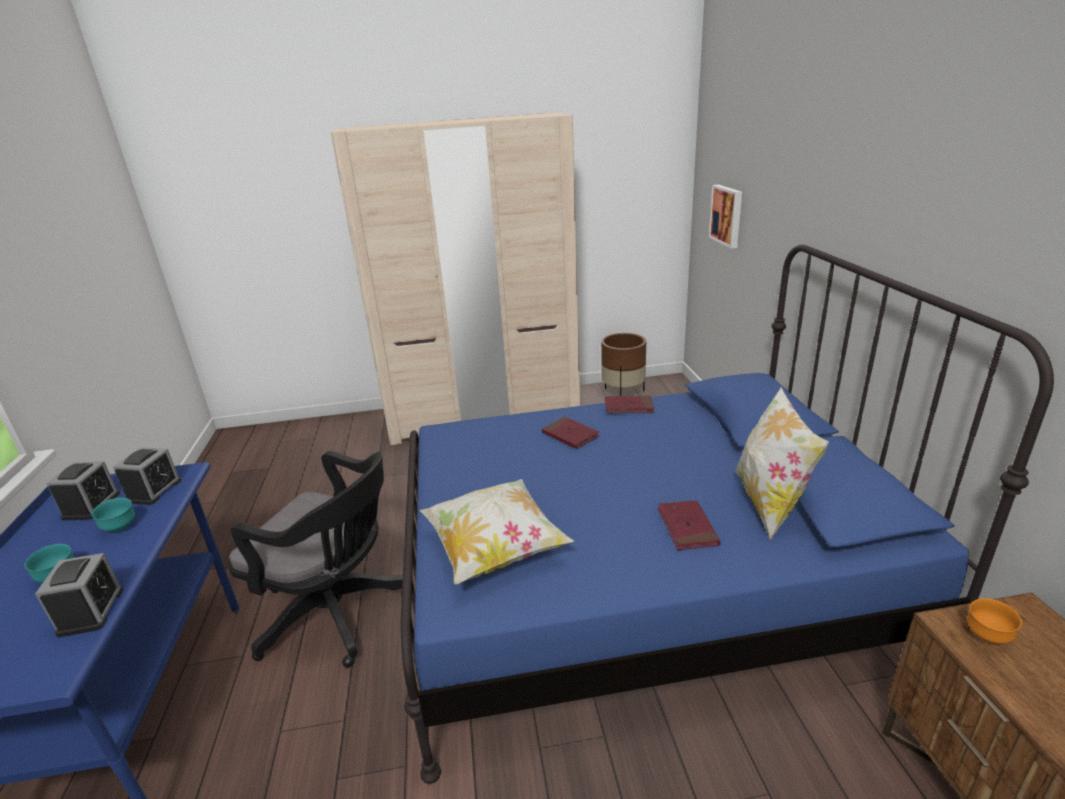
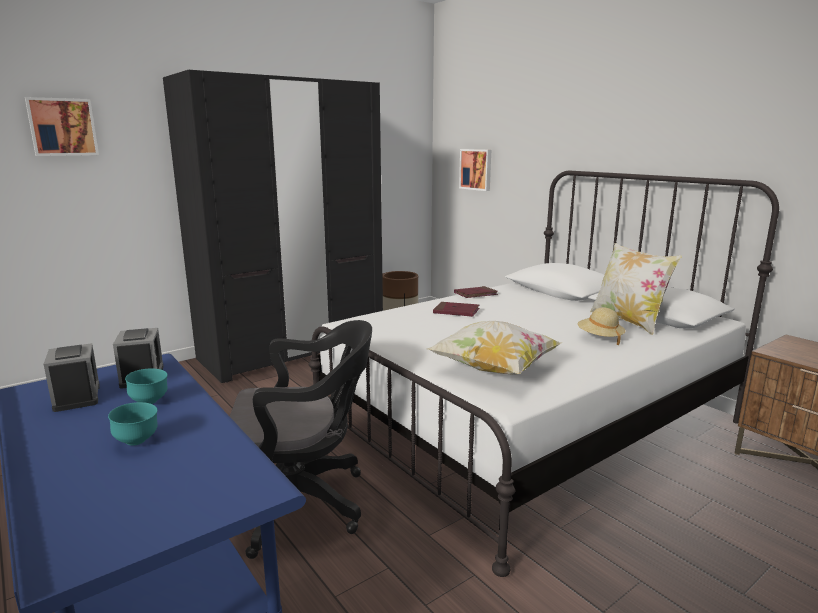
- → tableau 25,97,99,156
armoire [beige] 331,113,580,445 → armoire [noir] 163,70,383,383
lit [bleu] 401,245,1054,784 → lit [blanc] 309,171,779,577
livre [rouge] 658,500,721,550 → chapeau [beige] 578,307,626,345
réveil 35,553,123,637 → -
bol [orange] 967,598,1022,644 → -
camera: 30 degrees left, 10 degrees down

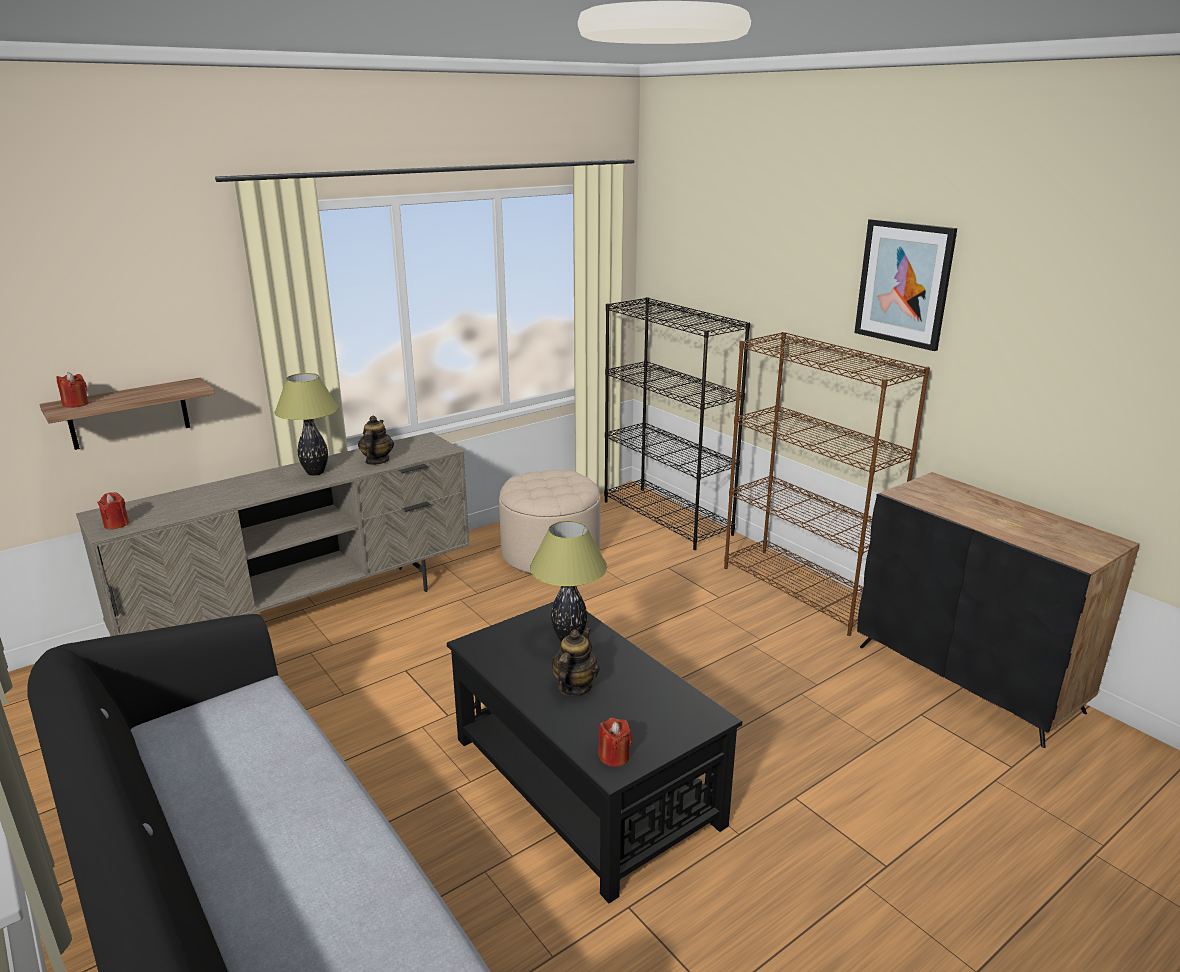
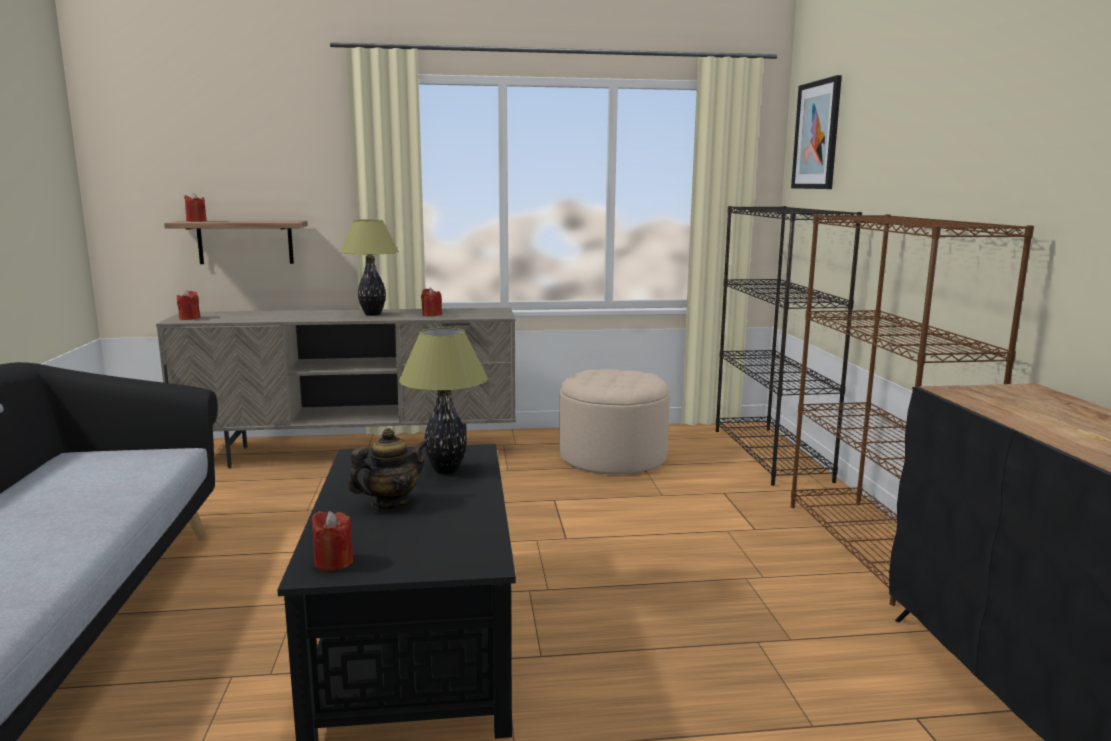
théière 358,416,394,465 → bougie [rouge] 421,288,442,317
tableau 854,219,957,351 → tableau 791,75,842,189, relocated
camera: 30 degrees right, 10 degrees down

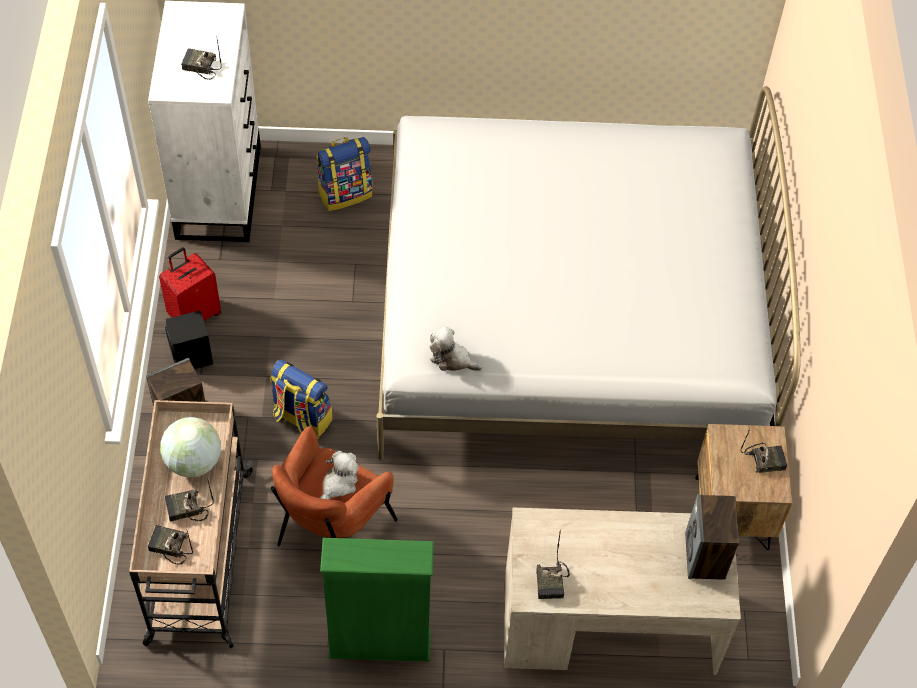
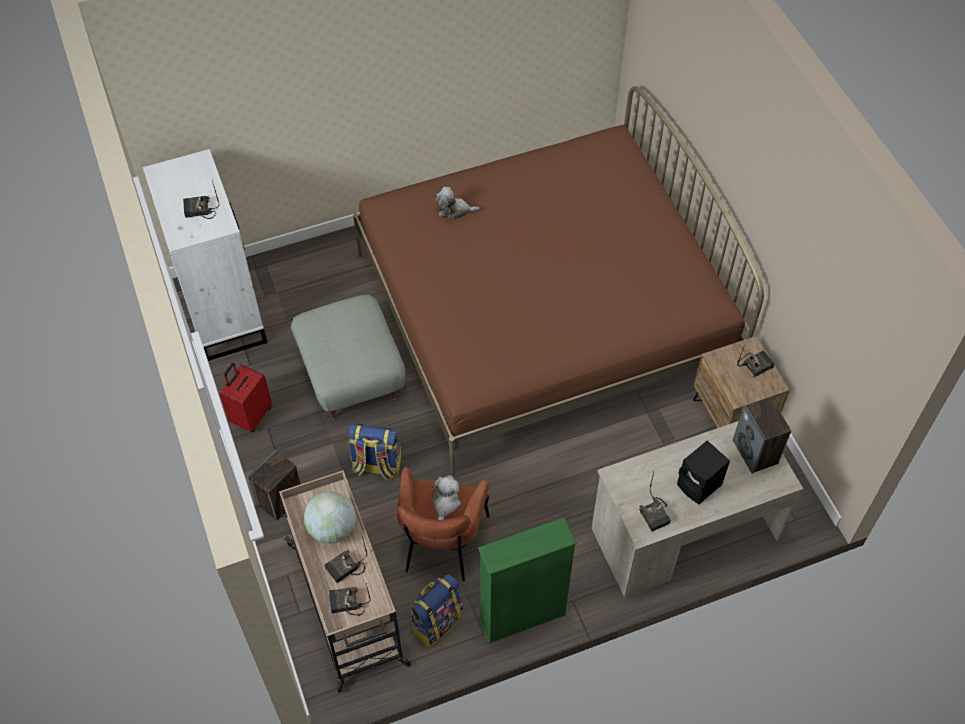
- → pouf [gris] 291,295,405,421
lit [blanc] 377,86,801,461 → lit [marron] 353,86,764,475
sac à dos 317,137,373,211 → sac à dos 410,575,463,648, relocated
peluche 430,327,483,371 → peluche 436,187,480,220, relocated
enceinte [noir] 165,310,213,369 → enceinte [noir] 677,440,730,504, relocated
camera: 20 degrees left, 0 degrees up

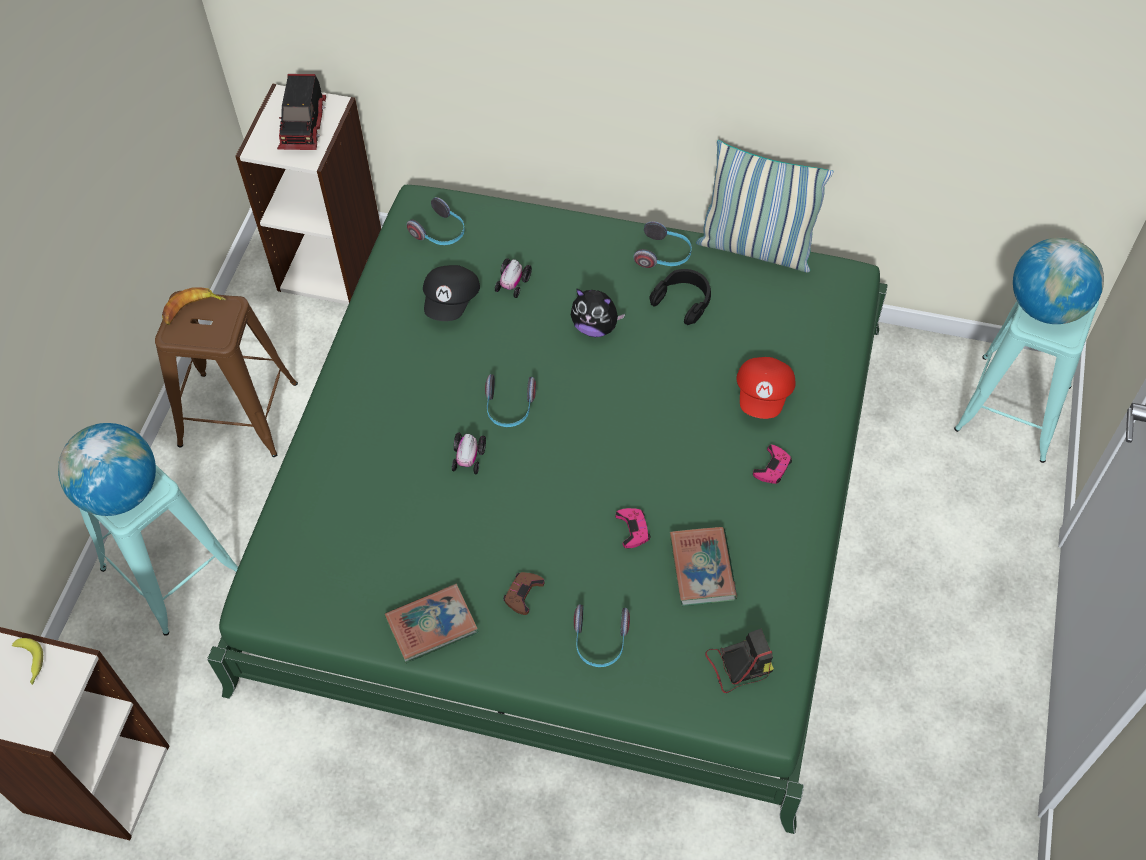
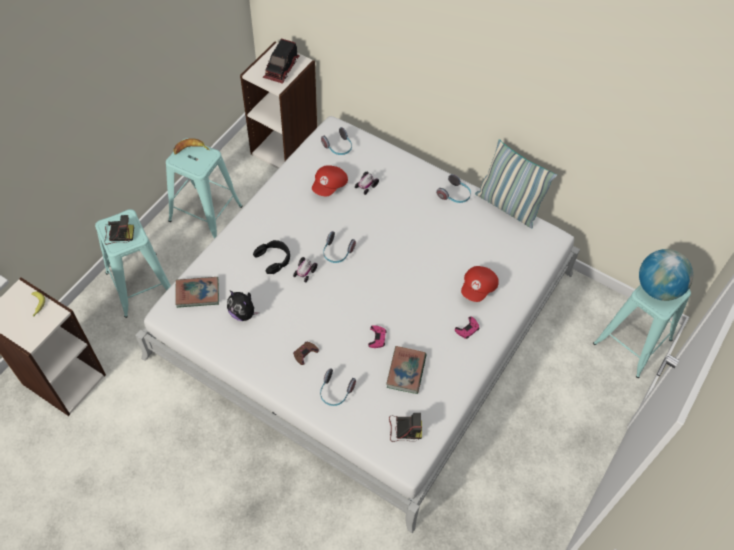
globe 58,423,156,516 → appareil photo 104,215,134,245
lit [vert] 207,185,888,834 → lit [blanc] 135,116,580,533
tabouret [marron] 155,291,298,457 → tabouret [turquoise] 166,138,243,239
livre 384,584,478,664 → livre 175,277,219,308, relocated
peluche 571,289,625,337 → peluche 227,290,259,321, relocated
casque audio [noir] 649,269,711,325 → casque audio [noir] 253,240,290,274, relocated
casquette [noir] 423,265,480,321 → casquette [rouge] 312,165,348,196
camera: 15 degrees right, 0 degrees up

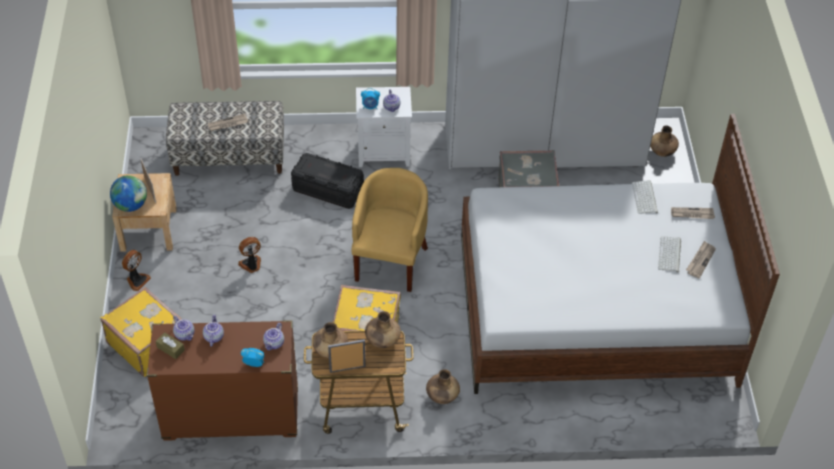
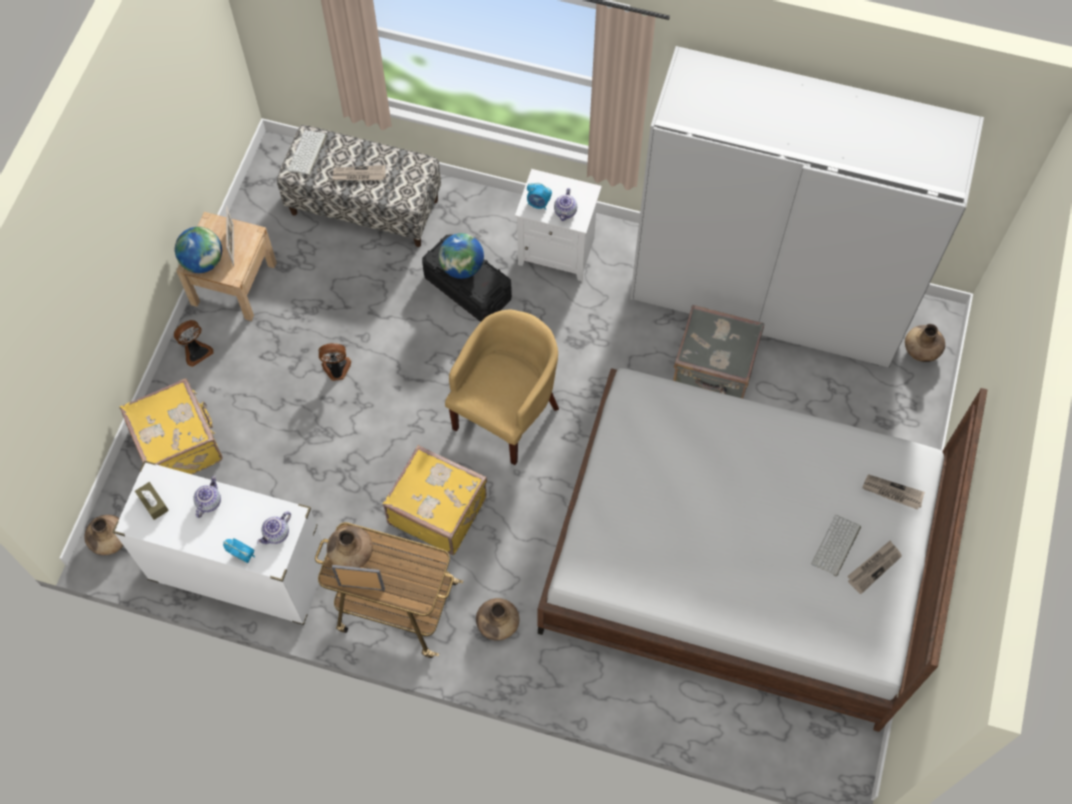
vase [marron] 365,311,401,348 → vase [marron] 84,515,123,555, relocated
commode [marron] 146,320,298,441 → commode [blanc] 113,461,327,625
clavier 632,180,658,214 → clavier 288,130,327,176, relocated
- → globe 439,233,484,279
théière 173,316,194,341 → -
camera: 20 degrees right, 15 degrees up

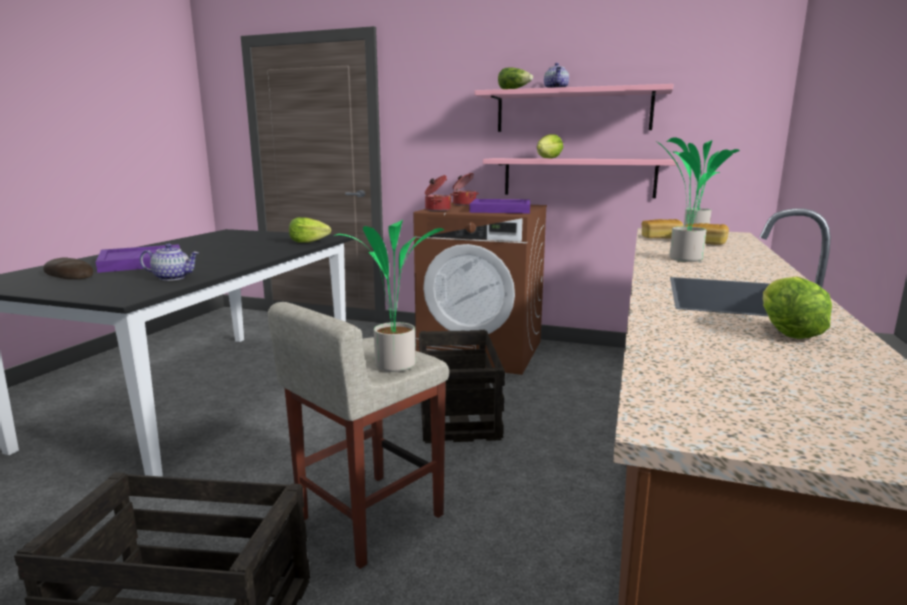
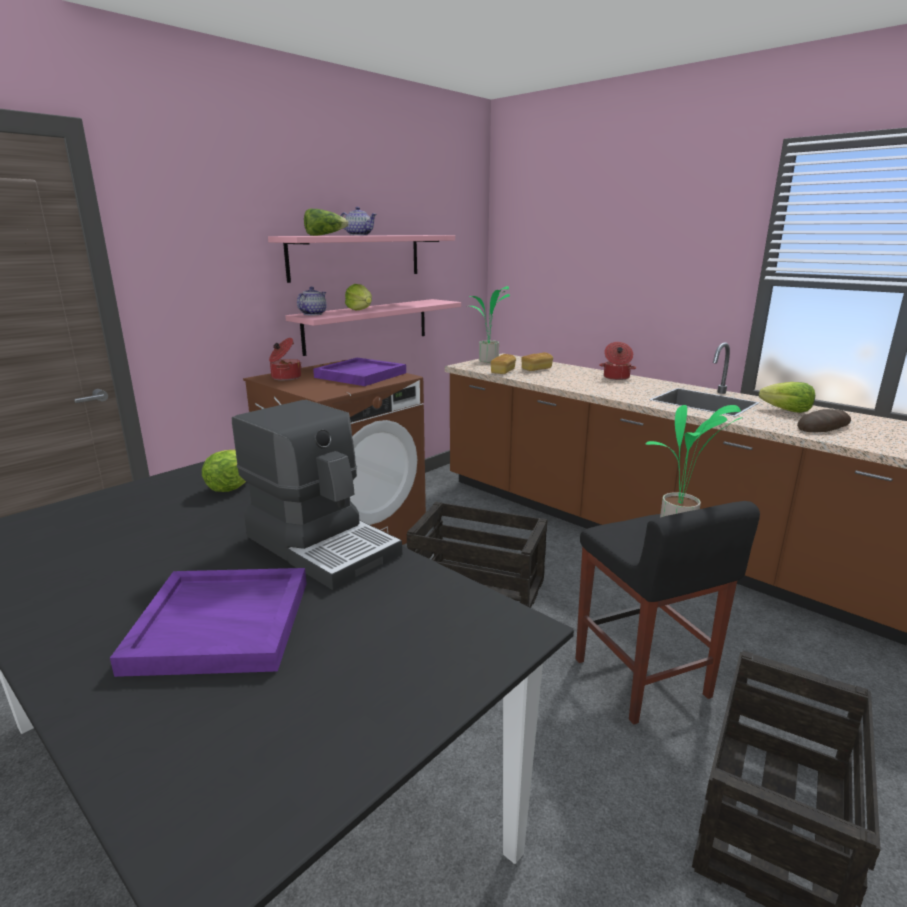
- → machine à café 232,400,402,590
théière 140,244,199,281 → théière 297,287,327,315, relocated
tabouret [beige] 268,302,449,569 → tabouret [noir] 576,501,760,725
marmite 425,175,452,211 → marmite 599,342,636,380, relocated
pain 43,258,93,279 → pain 797,409,851,432, relocated
plante en pot 657,137,733,262 → -
camera: 65 degrees left, 5 degrees up

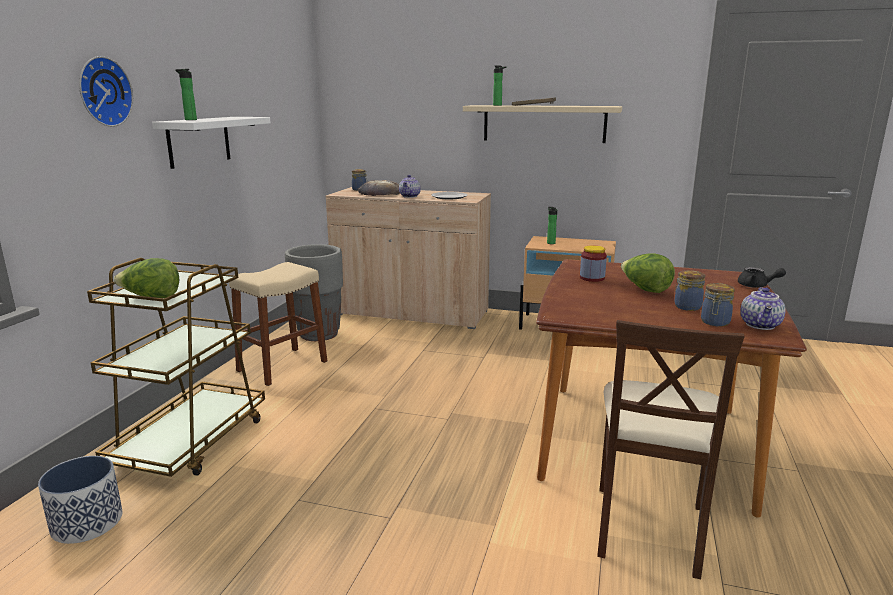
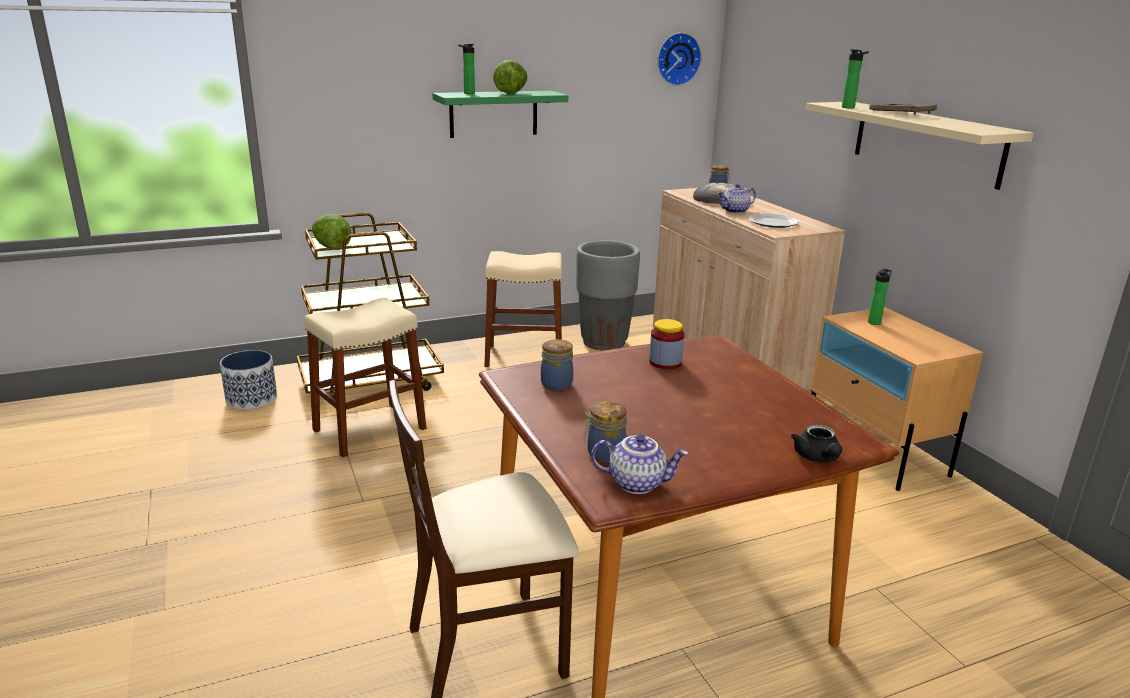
- → tabouret [beige] 304,298,426,457
étagère [blanc] 152,117,271,169 → étagère [vert] 433,91,568,138
laitue 621,253,675,293 → laitue 493,60,527,94, relocated
bocal 675,270,705,311 → bocal 541,339,573,391, relocated
théière 740,287,786,330 → théière 591,434,688,494, 150 degrees counterclockwise
horloge murale 79,56,133,127 → horloge murale 657,32,702,86, relocated
camera: 50 degrees right, 5 degrees up

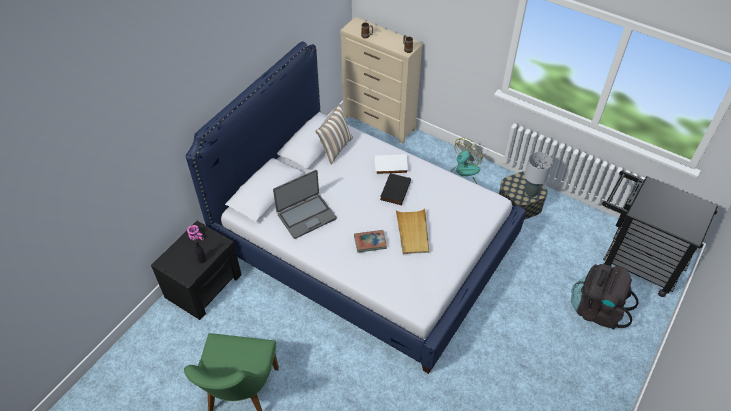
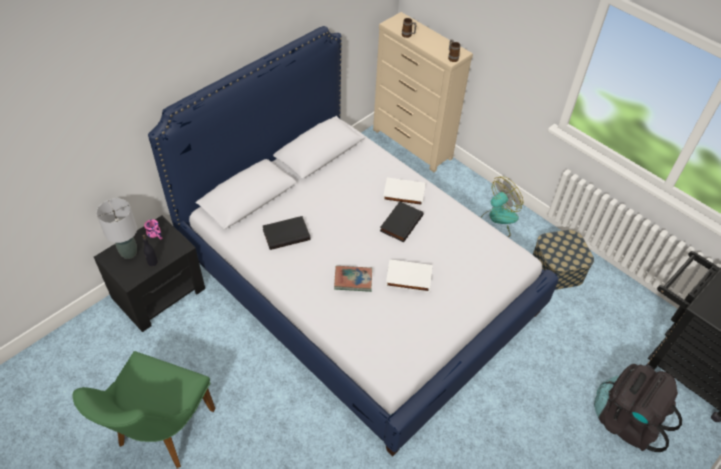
lampe de table [gris] 525,152,553,197 → lampe de table [gris] 96,198,137,259, relocated
ordinateur portable 273,170,337,239 → livre [noir] 262,216,310,250
plateau [beige] 396,208,429,254 → livre [blanc] 386,260,432,292
coussin 315,104,353,165 → -
camera: 10 degrees right, 0 degrees up

